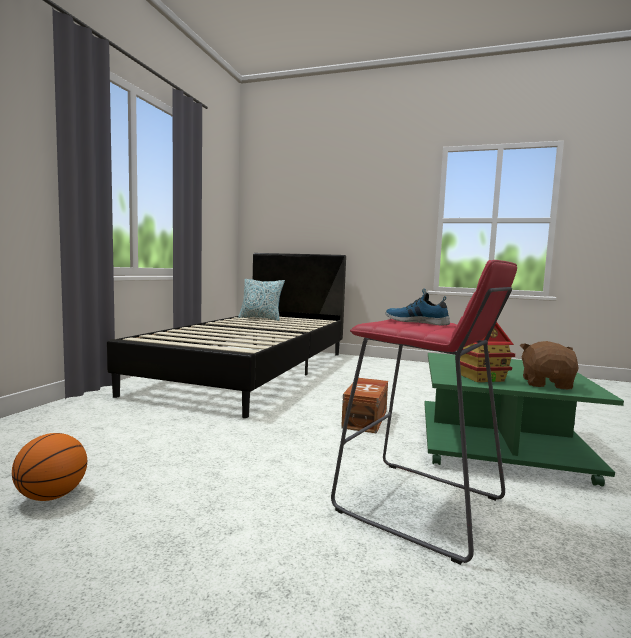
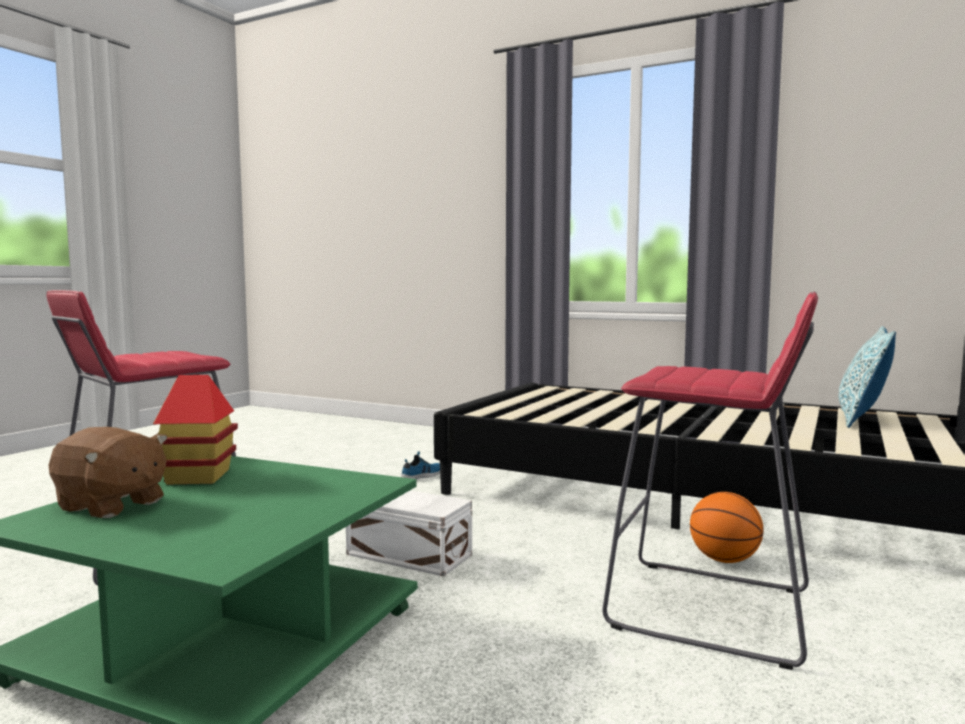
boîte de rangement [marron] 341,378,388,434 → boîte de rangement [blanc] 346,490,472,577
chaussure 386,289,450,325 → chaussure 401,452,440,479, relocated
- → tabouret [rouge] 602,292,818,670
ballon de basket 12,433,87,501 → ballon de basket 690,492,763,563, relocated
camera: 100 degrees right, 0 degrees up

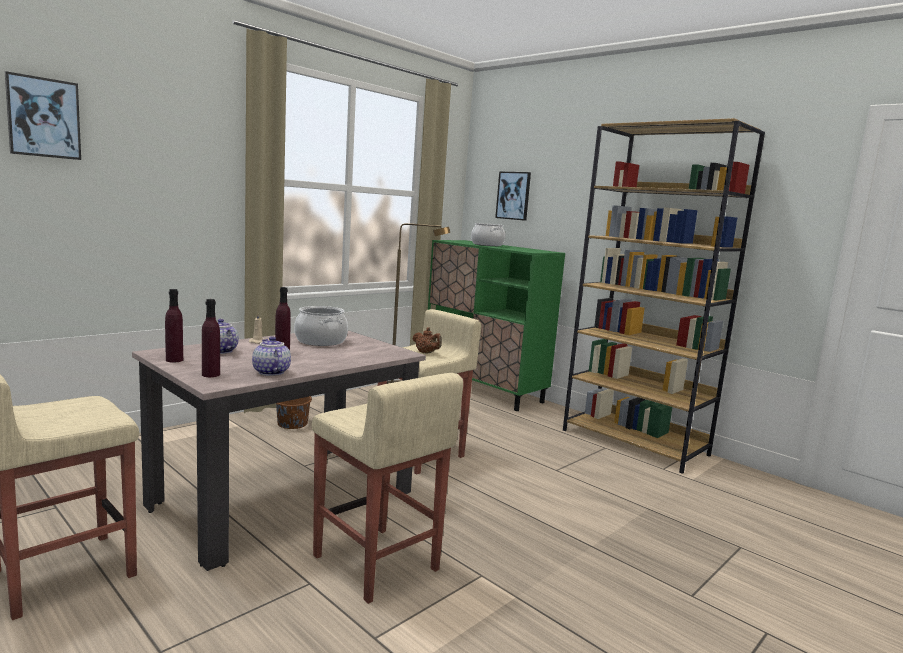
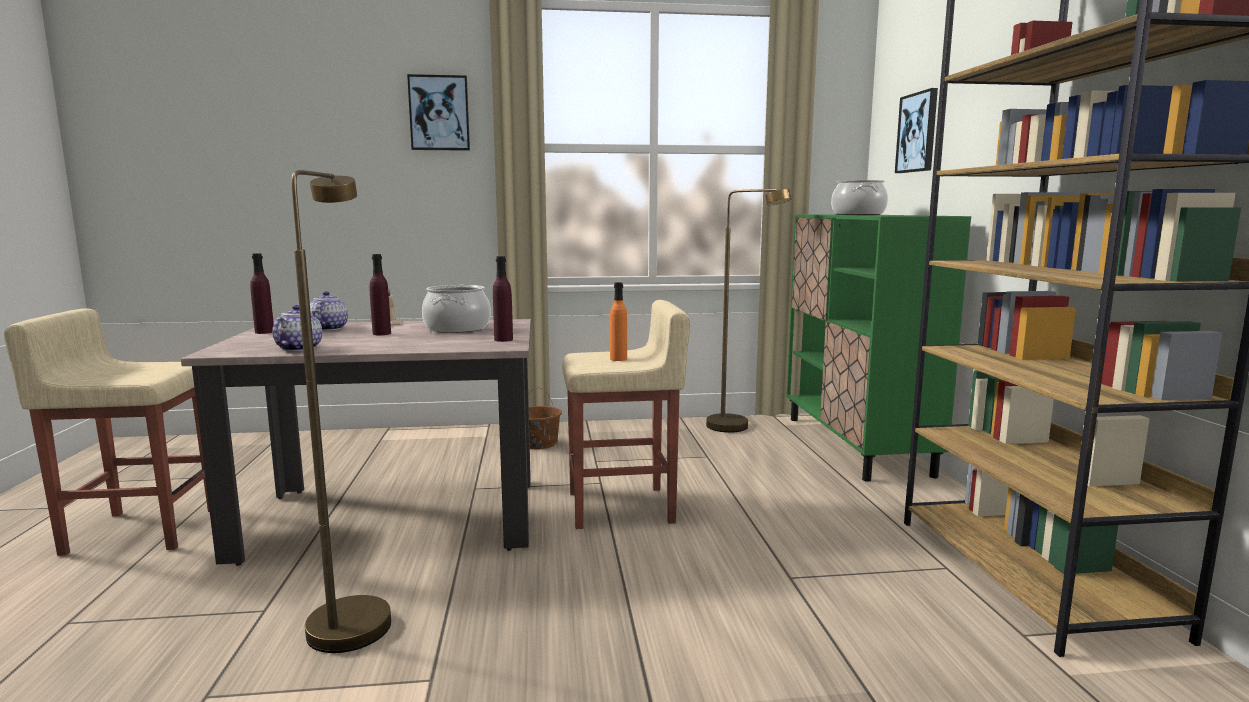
tabouret [beige] 312,373,463,604 → lampadaire [marron] 291,170,391,653
tableau 5,71,81,160 → tableau 407,74,470,151, relocated
bouteille [violet] 202,299,220,377 → bouteille [violet] 493,256,513,342, relocated
théière [marron] 412,327,442,354 → bouteille [orange] 610,282,627,361
camera: 40 degrees right, 0 degrees up

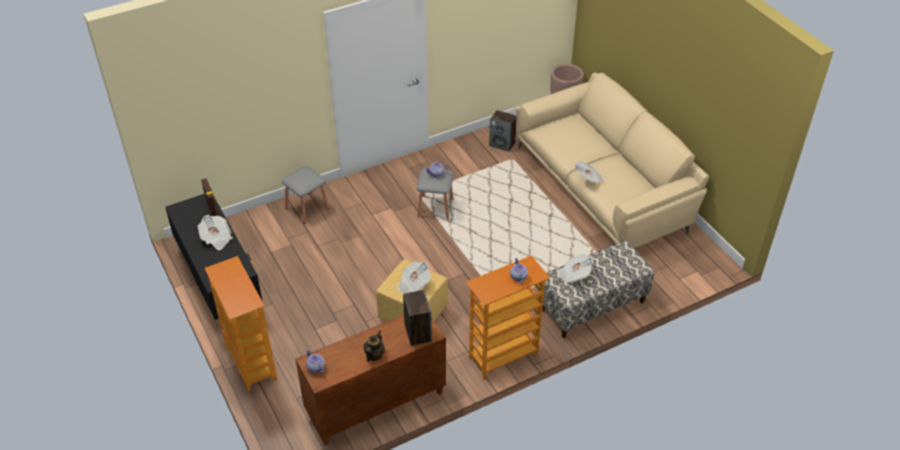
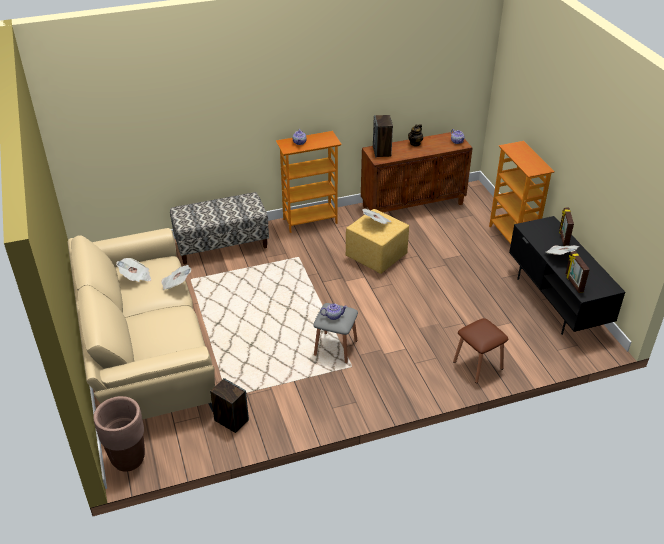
journal 557,254,594,284 → journal 116,258,151,282, relocated
tabouret [gris] 282,166,329,224 → tabouret [marron] 453,318,508,383
- → cadre photo 559,207,574,246
camera: 170 degrees left, 5 degrees down

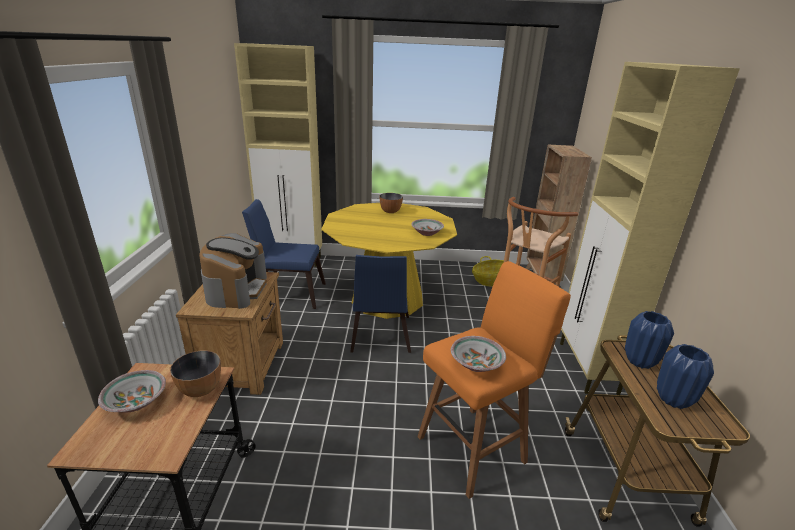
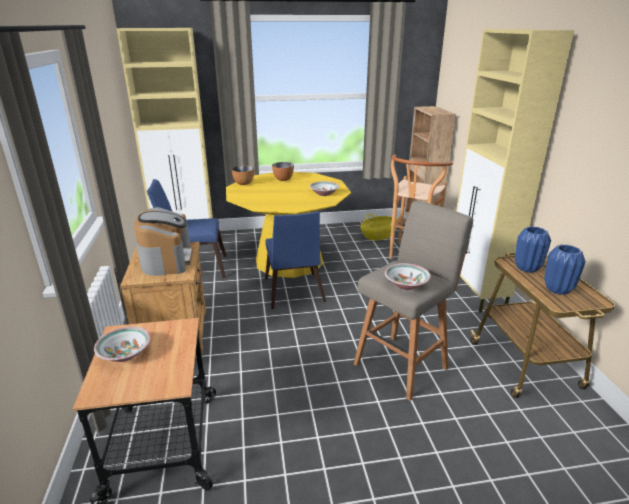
bol 170,350,221,397 → bol 232,166,254,185, relocated
tabouret [orange] 417,261,571,499 → tabouret [gris] 354,201,473,401
camera: 10 degrees left, 0 degrees up

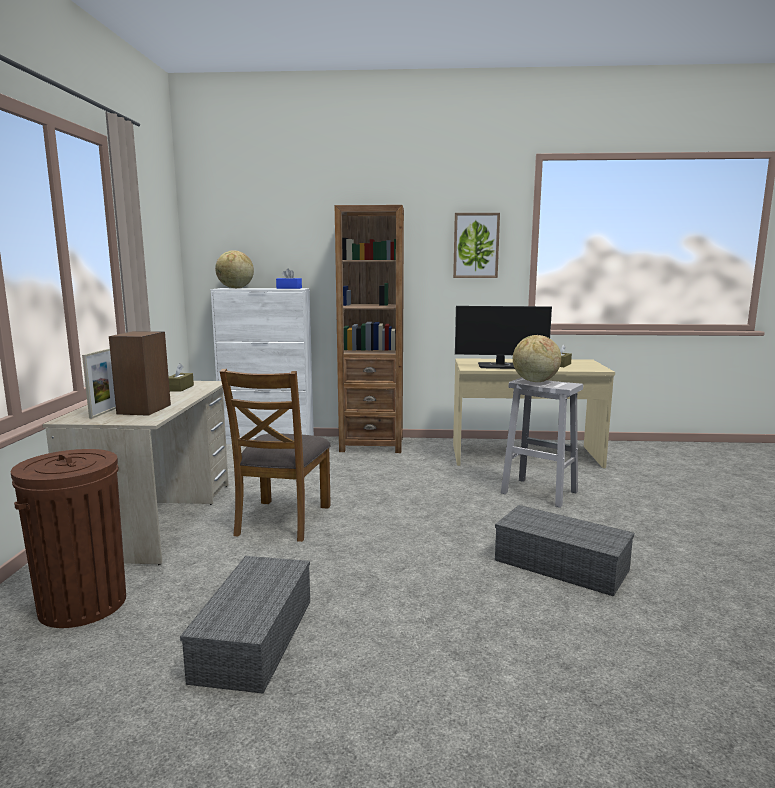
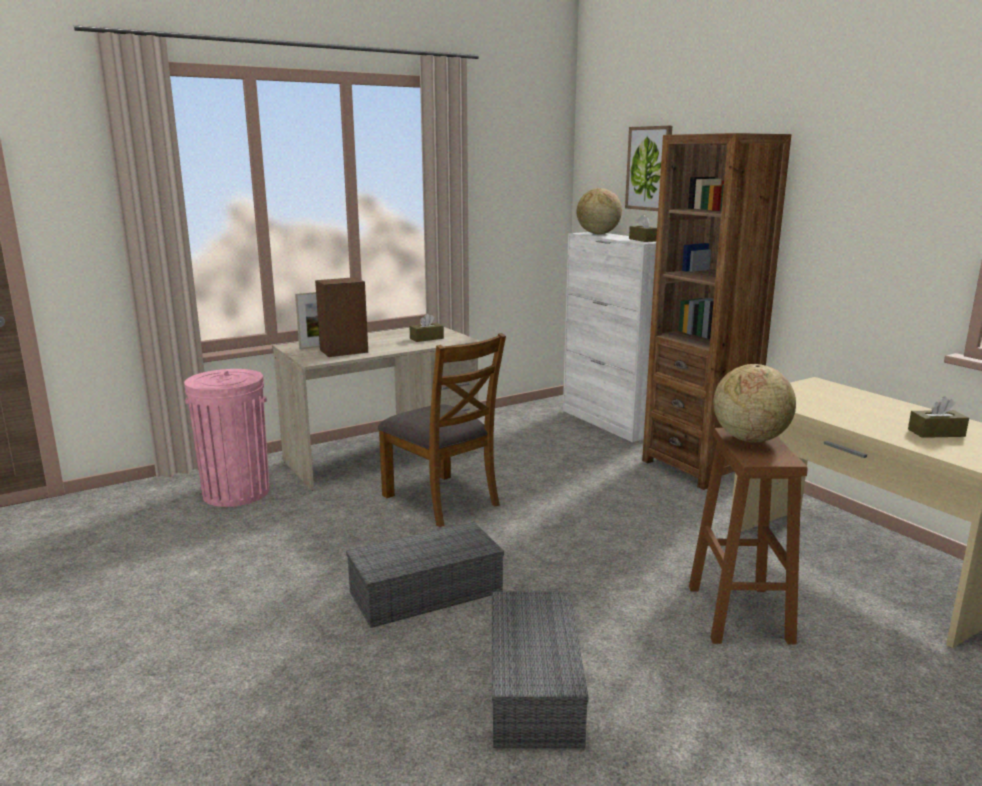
poubelle [marron] 11,449,126,628 → poubelle [rose] 184,369,270,507
boîte de rangement [gris] 180,556,310,694 → boîte de rangement [gris] 346,522,504,628, relocated
chaise [marron] 220,369,331,542 → chaise [marron] 378,333,506,527, 105 degrees counterclockwise
tableau 453,213,500,278 → tableau 625,126,672,211, relocated
boîte à mouchoirs [bleu] 276,269,302,289 → boîte à mouchoirs [marron] 629,215,657,242
tabouret [blanc] 501,377,583,508 → tabouret [marron] 689,428,808,645
écran d'ordinateur 455,306,552,369 → -
camera: 55 degrees right, 5 degrees up

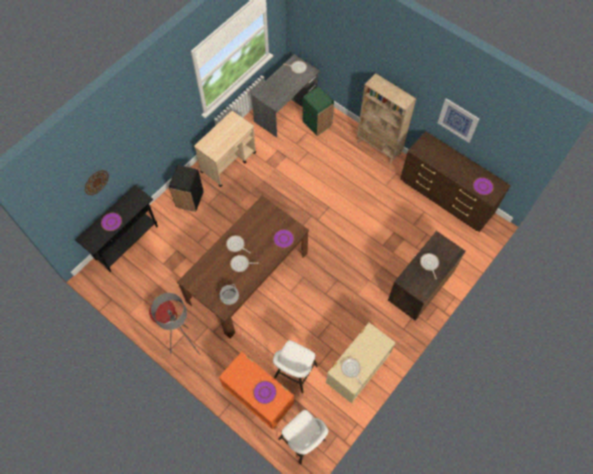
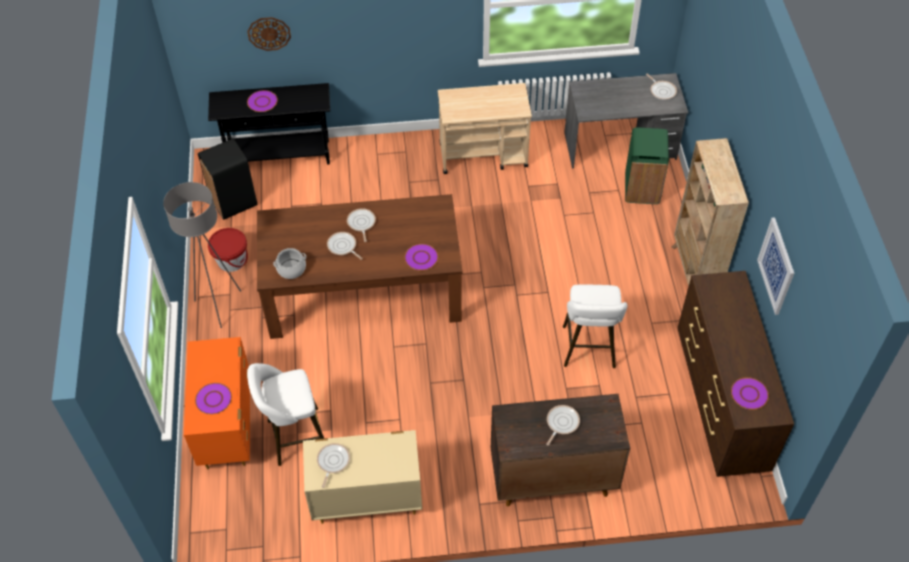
poubelle [noir] 169,165,204,212 → poubelle [noir] 198,139,257,220, relocated
tabouret [blanc] 278,410,328,465 → tabouret [blanc] 563,284,628,368, relocated
camera: 45 degrees right, 10 degrees down

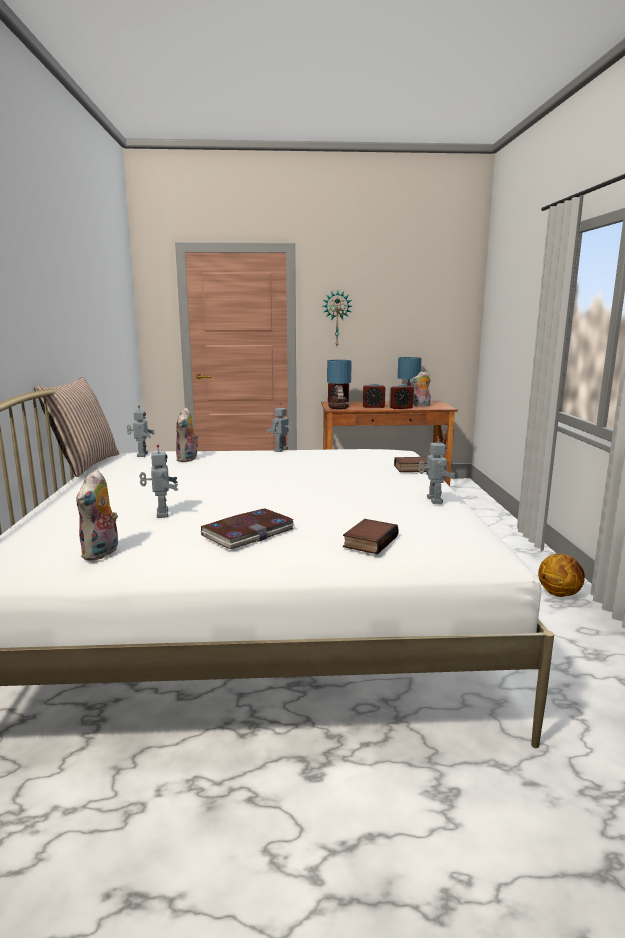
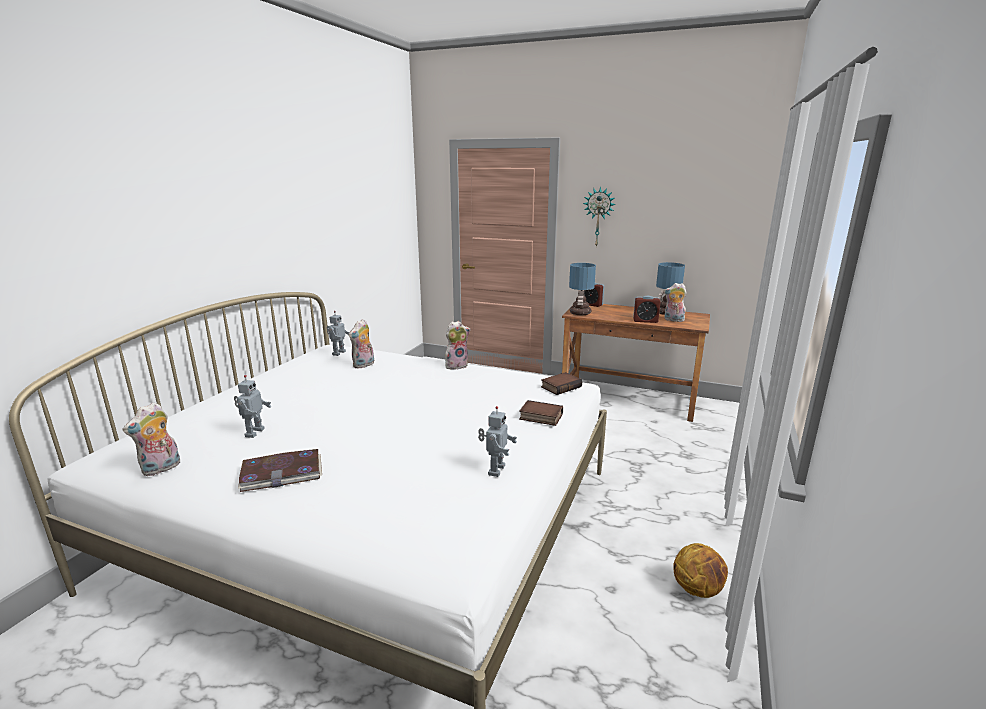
robot jouet 267,403,292,452 → peluche 445,321,471,369
livre 343,519,399,554 → livre 541,372,582,395, relocated
coussin 34,377,119,477 → -
réveil 363,383,385,408 → -
camera: 25 degrees right, 5 degrees up

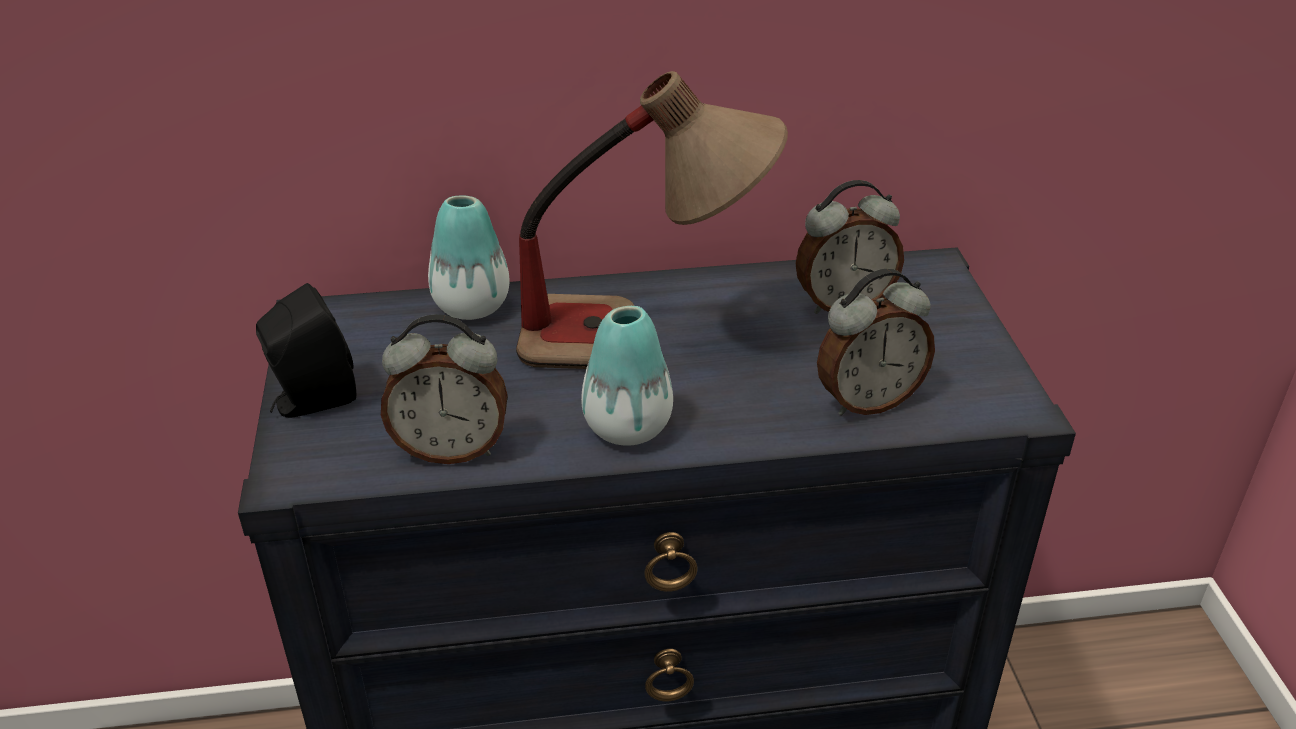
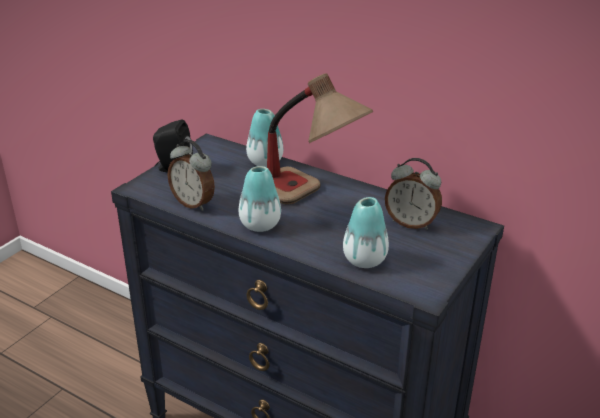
réveil 817,269,935,416 → vase 343,197,389,268
camera: 40 degrees right, 5 degrees down

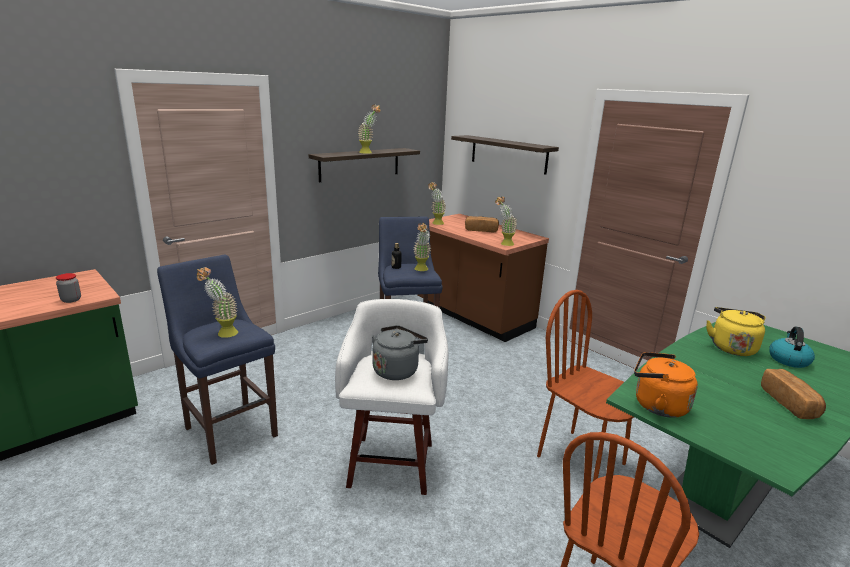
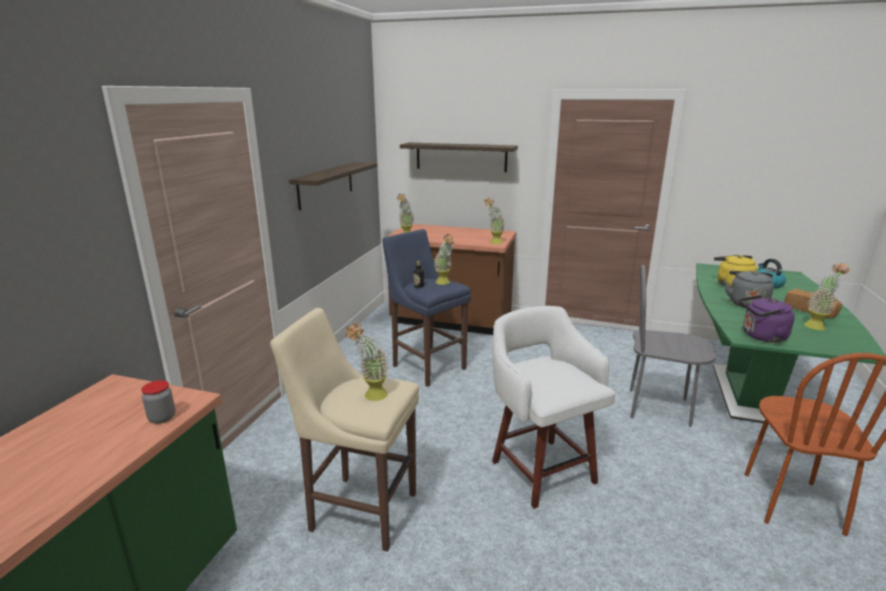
tabouret [bleu] 157,255,278,465 → tabouret [beige] 270,308,419,552
chaise [marron] 537,290,634,481 → chaise [gris] 630,265,716,427
bouilloire [gris] 372,325,428,380 → bouilloire [gris] 725,271,774,308, relocated
bouilloire [orange] 634,352,698,418 → bouilloire [violet] 739,295,795,343
plante en pot 358,104,380,154 → plante en pot 804,263,850,330, relocated
pain 465,216,499,232 → -
camera: 30 degrees left, 0 degrees up

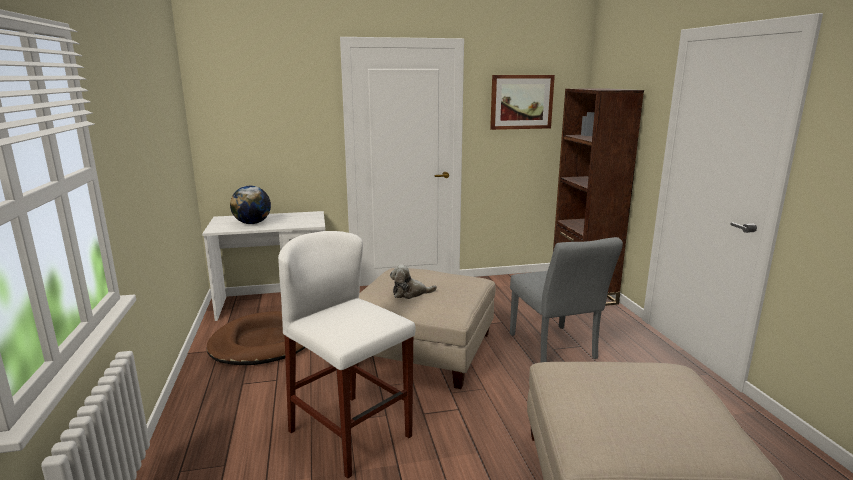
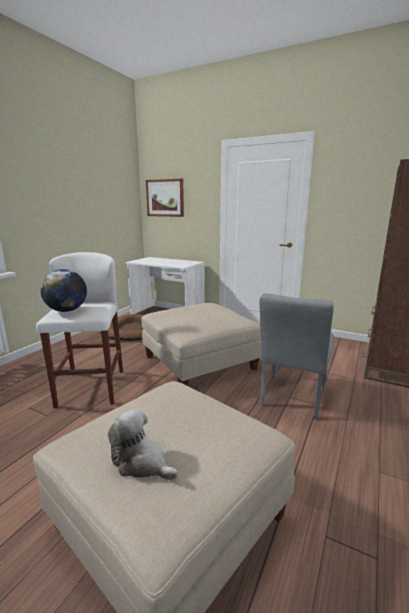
globe 230,186,271,224 → globe 40,269,87,312, relocated
peluche 390,264,437,299 → peluche 108,409,178,480, relocated
tableau 490,75,555,130 → tableau 146,179,184,217, relocated
camera: 40 degrees right, 0 degrees up

